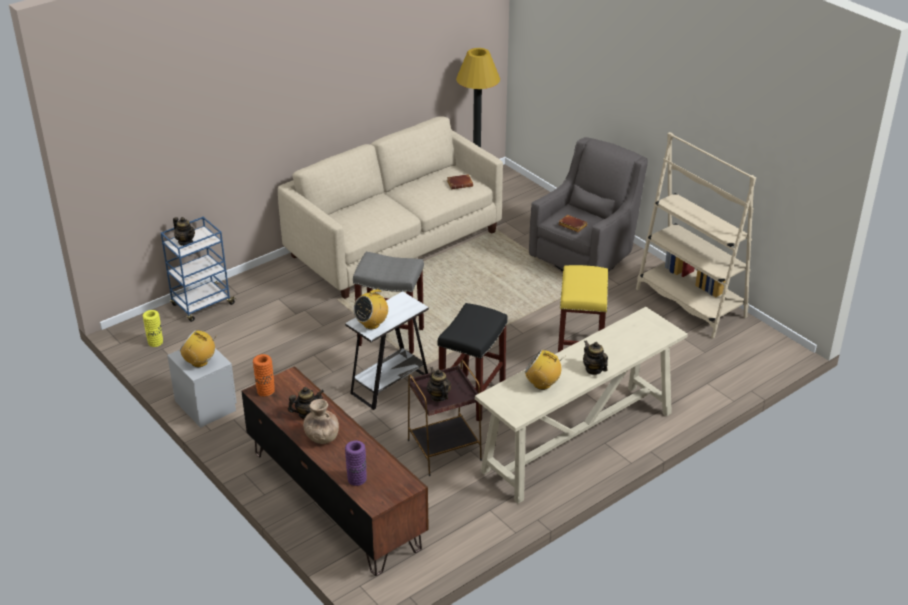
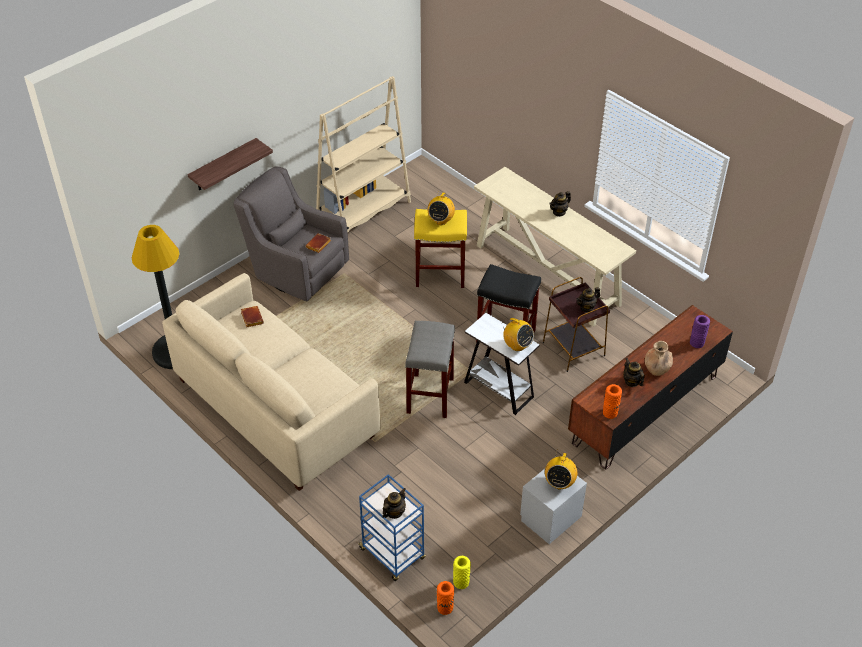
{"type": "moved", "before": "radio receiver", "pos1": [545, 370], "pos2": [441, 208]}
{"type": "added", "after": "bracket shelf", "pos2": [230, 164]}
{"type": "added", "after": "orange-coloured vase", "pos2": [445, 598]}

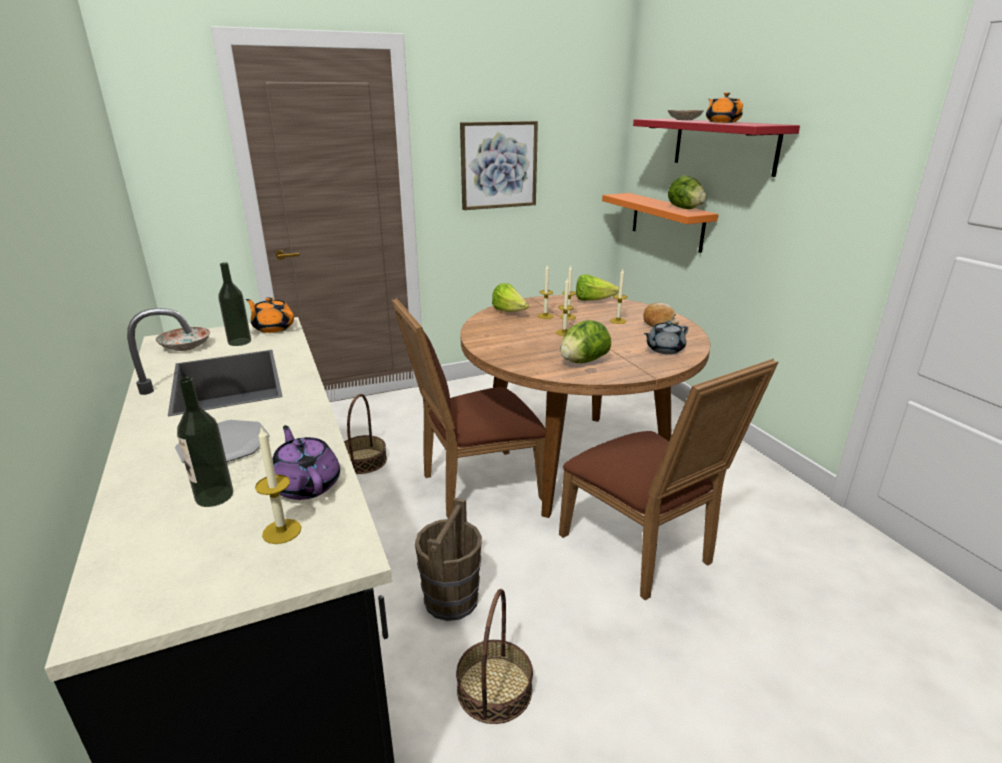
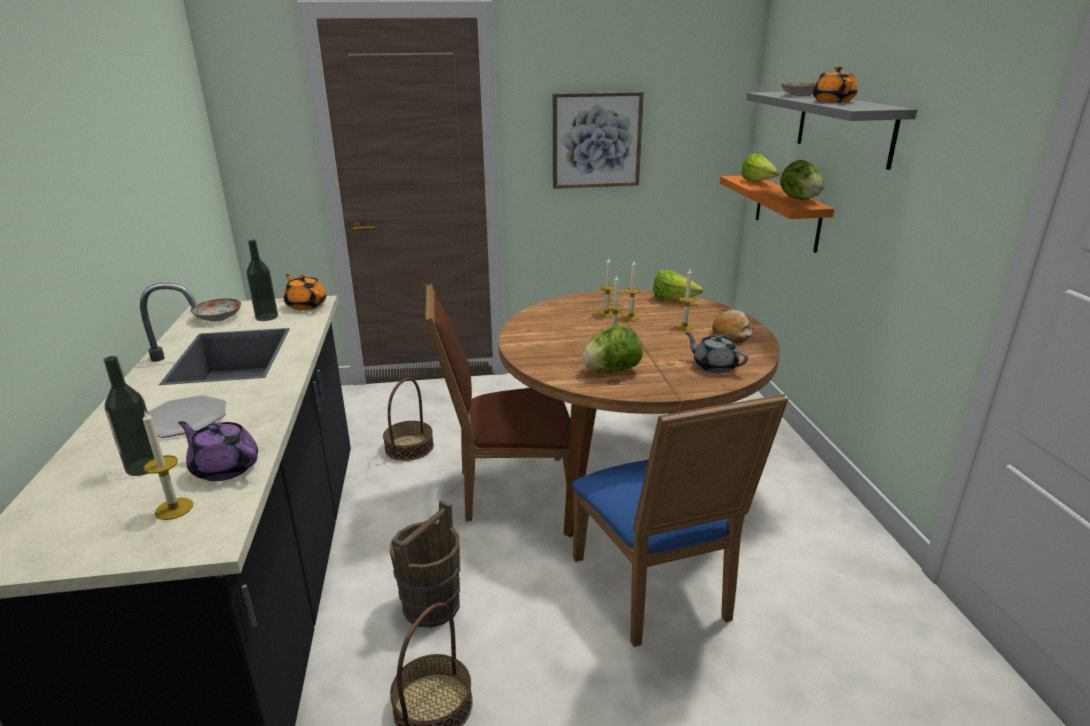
{"type": "turned", "before": "purplish pot for tea", "pos1": [306, 462], "pos2": [218, 451], "turn": -45}
{"type": "moved", "before": "lettuce head", "pos1": [510, 297], "pos2": [760, 167]}
{"type": "recoloured", "before": "brown-coloured upright chair", "after": "blue upright chair", "pos1": [668, 479], "pos2": [680, 520]}
{"type": "recoloured", "before": "reddish bracket shelf", "after": "greyish bracket shelf", "pos1": [716, 148], "pos2": [831, 131]}
{"type": "turned", "before": "greyish pot for tea", "pos1": [666, 337], "pos2": [716, 352], "turn": 60}

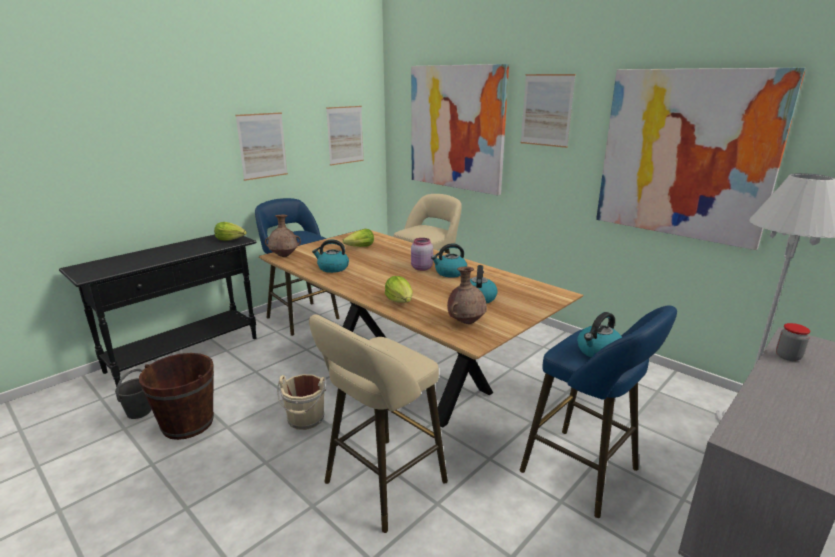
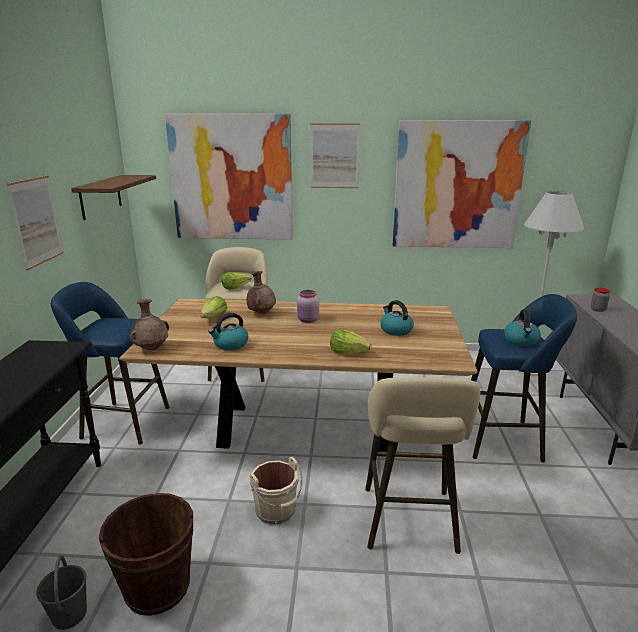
{"type": "moved", "before": "lettuce head", "pos1": [230, 231], "pos2": [237, 281]}
{"type": "replaced", "before": "wall picture", "after": "brown-coloured bracket shelf", "pos1": [345, 136], "pos2": [113, 197]}
{"type": "removed", "before": "water kettle", "pos1": [449, 261]}
{"type": "moved", "before": "brown-coloured vase", "pos1": [467, 295], "pos2": [261, 292]}

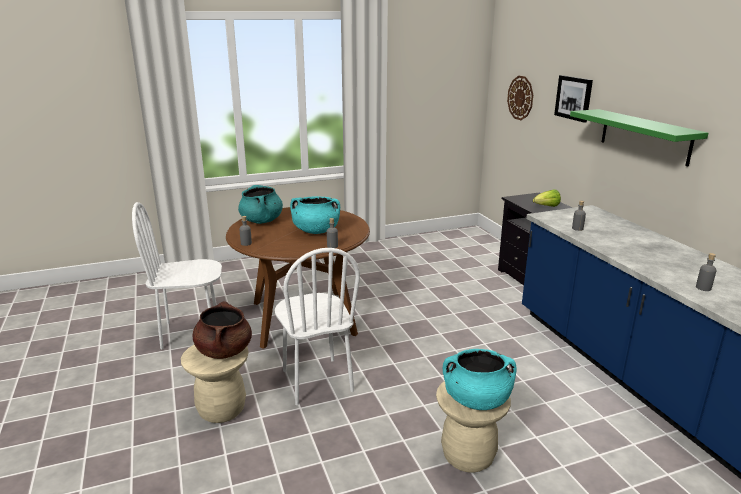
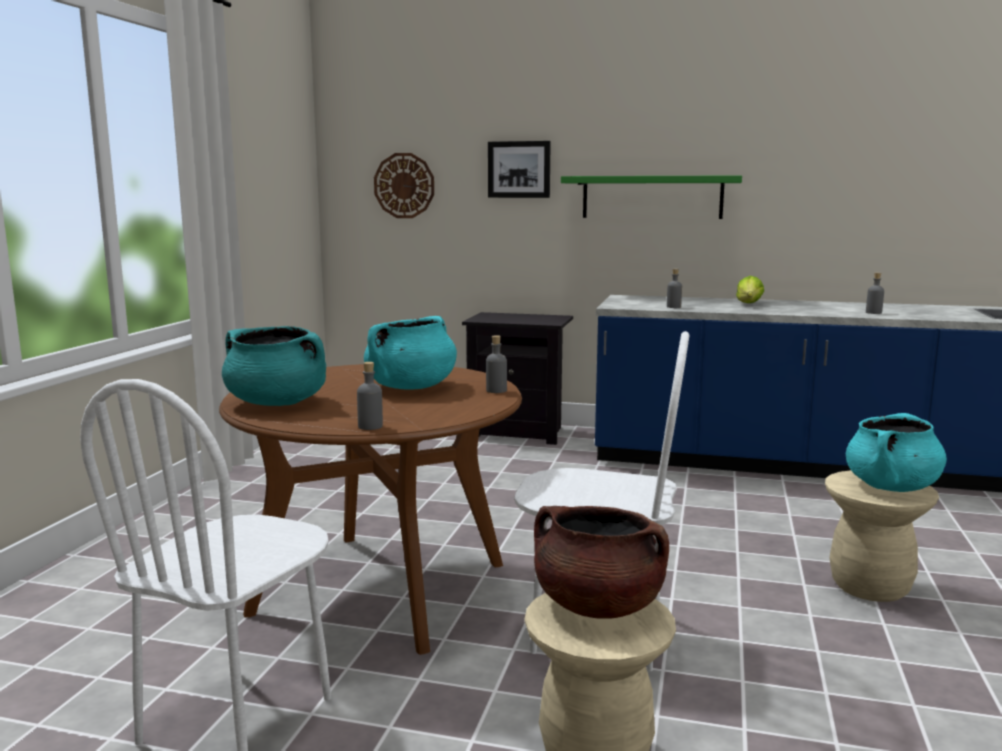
{"type": "moved", "before": "lettuce head", "pos1": [547, 198], "pos2": [750, 289]}

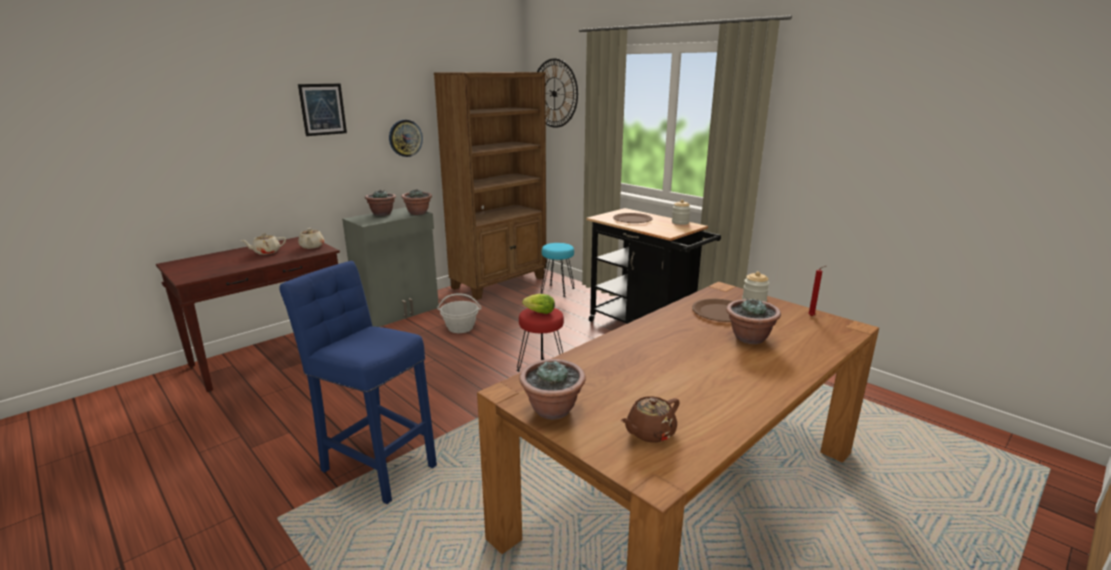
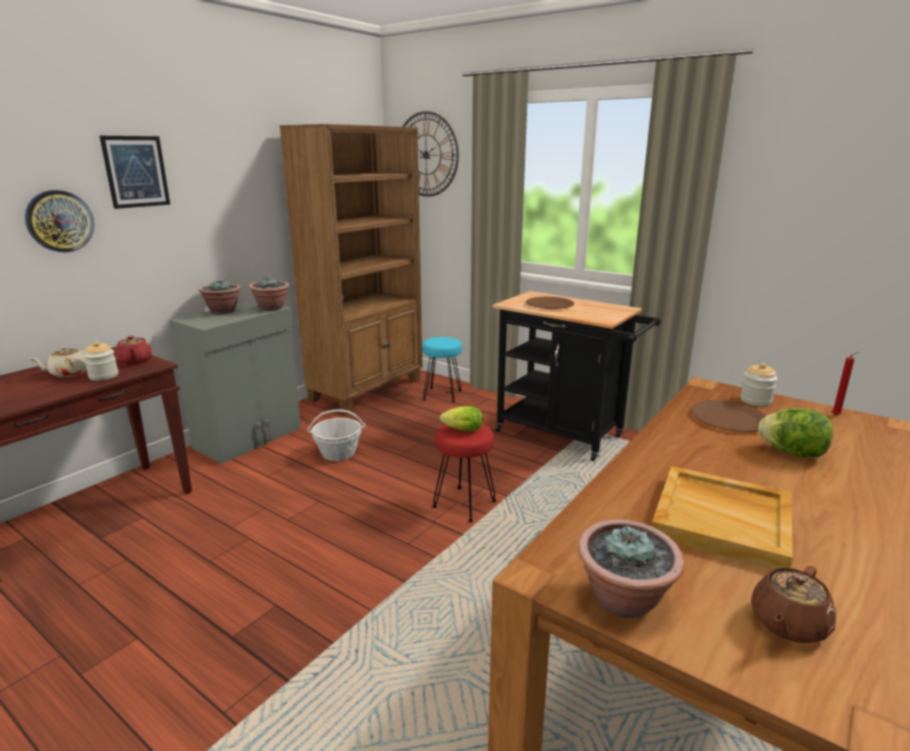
{"type": "removed", "before": "blue sitting stool", "pos1": [358, 382]}
{"type": "recoloured", "before": "beige-coloured pot for tea", "after": "reddish pot for tea", "pos1": [311, 238], "pos2": [134, 350]}
{"type": "moved", "before": "hanging clock", "pos1": [406, 138], "pos2": [59, 221]}
{"type": "moved", "before": "storage jar", "pos1": [681, 212], "pos2": [100, 361]}
{"type": "replaced", "before": "plant in a pot", "after": "lettuce head", "pos1": [753, 321], "pos2": [795, 432]}
{"type": "added", "after": "beige-coloured carrying tray", "pos2": [722, 518]}

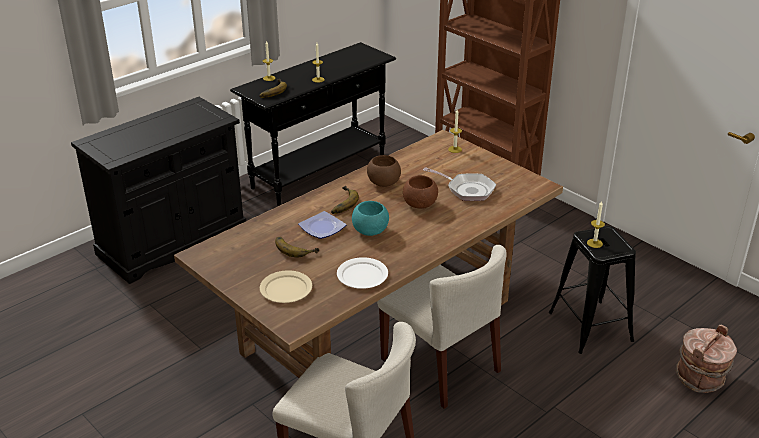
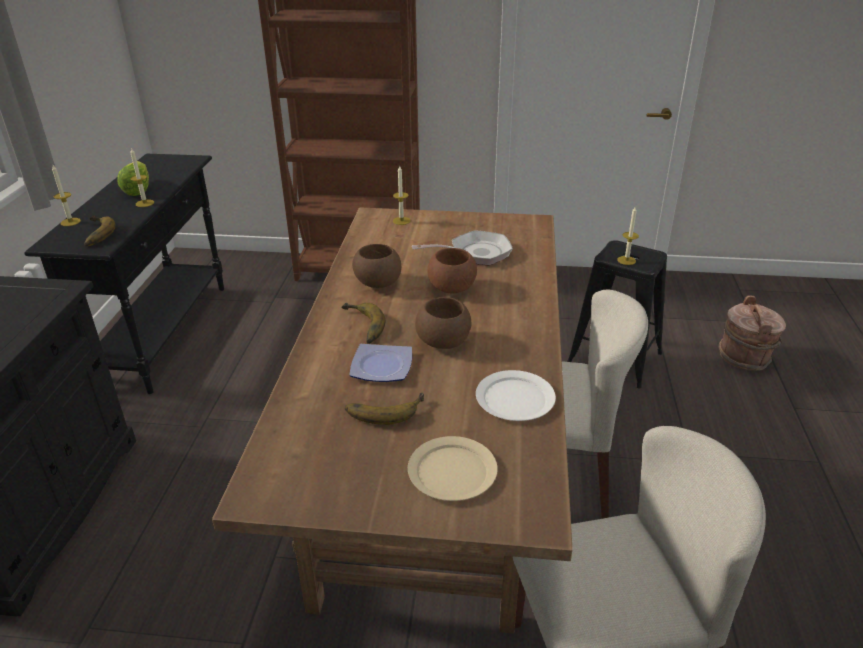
{"type": "recoloured", "before": "blue-green deep dish", "after": "brown-coloured deep dish", "pos1": [370, 218], "pos2": [443, 323]}
{"type": "added", "after": "lettuce head", "pos2": [133, 178]}

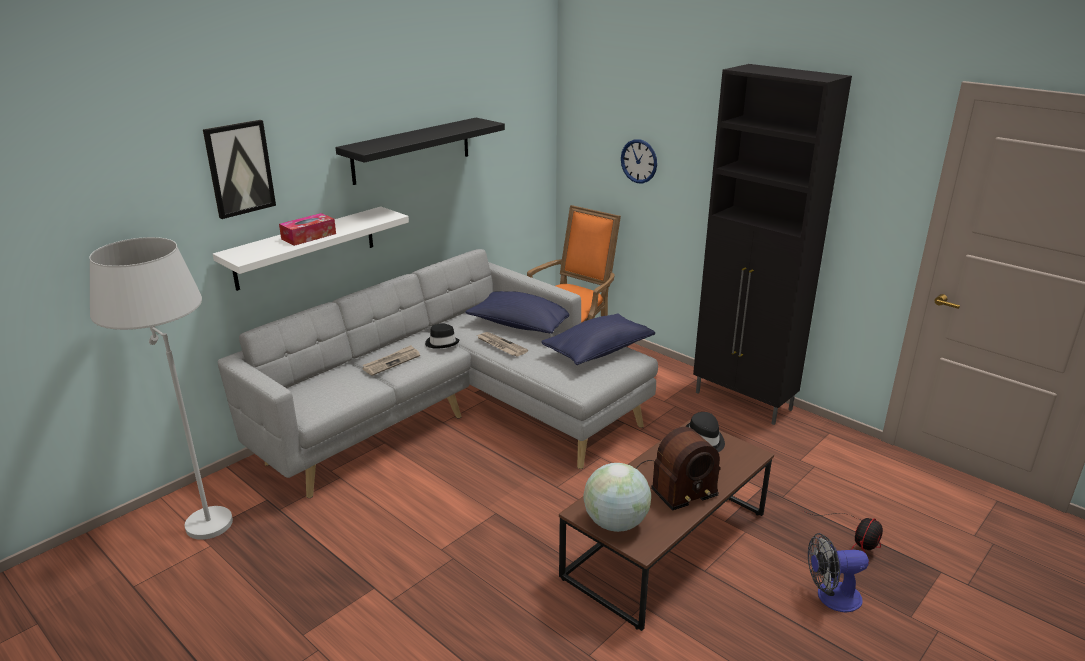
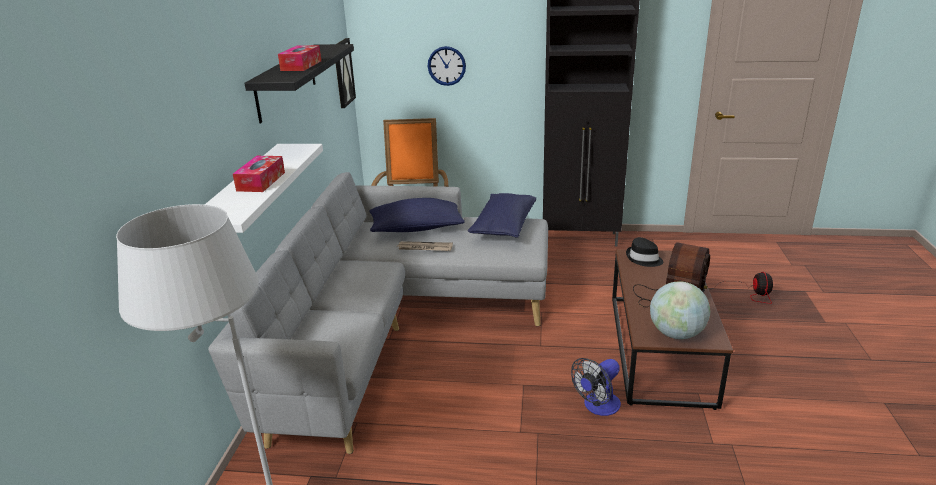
{"type": "moved", "before": "wall picture", "pos1": [239, 169], "pos2": [346, 73]}
{"type": "removed", "before": "printed paper", "pos1": [391, 360]}
{"type": "removed", "before": "black-coloured wearable hat", "pos1": [442, 336]}
{"type": "moved", "before": "electric fan", "pos1": [838, 573], "pos2": [596, 387]}
{"type": "added", "after": "tissue holder", "pos2": [299, 58]}

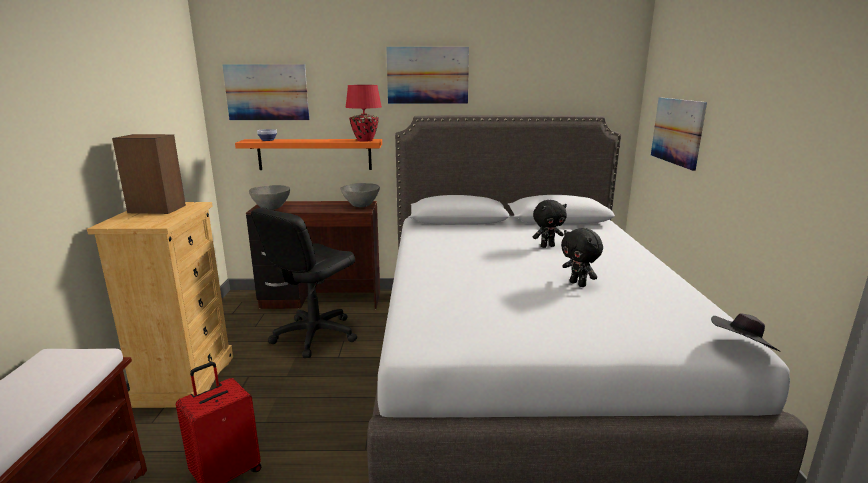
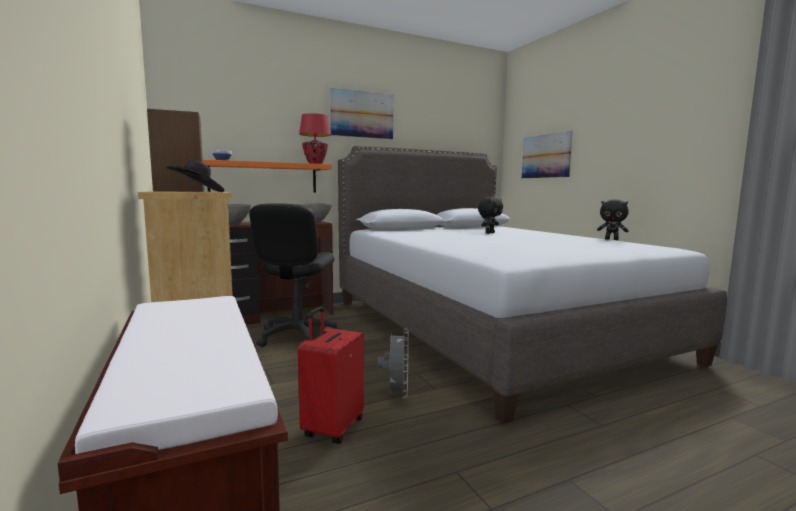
{"type": "removed", "before": "wall picture", "pos1": [265, 92]}
{"type": "moved", "before": "black-coloured soft toy", "pos1": [582, 257], "pos2": [613, 219]}
{"type": "moved", "before": "black-coloured wearable hat", "pos1": [746, 332], "pos2": [195, 176]}
{"type": "added", "after": "greyish electric fan", "pos2": [393, 363]}

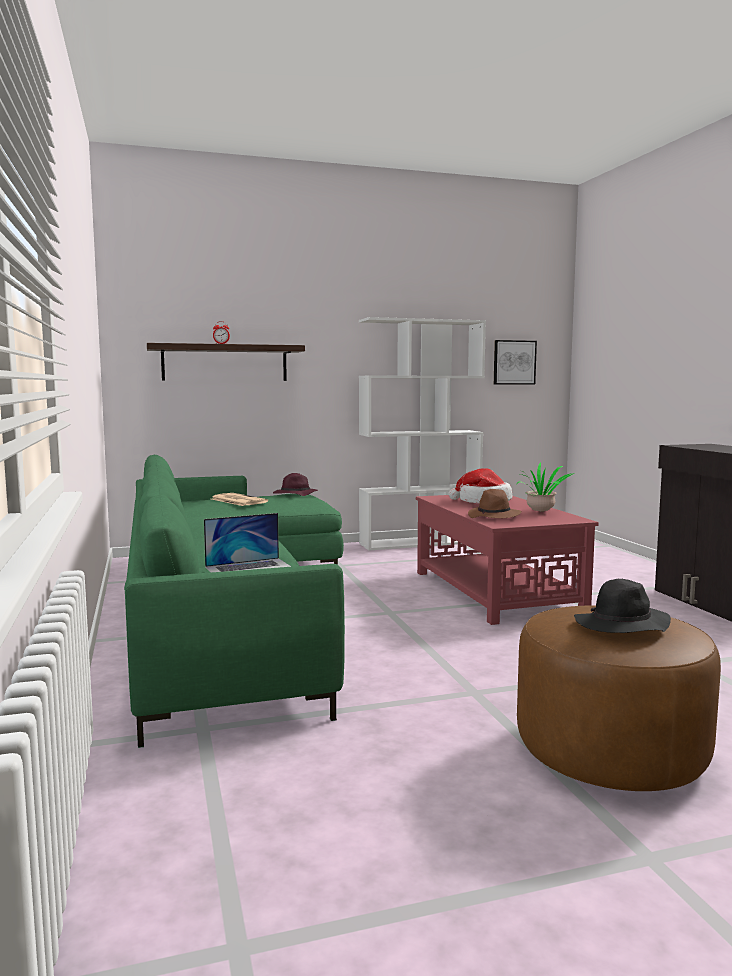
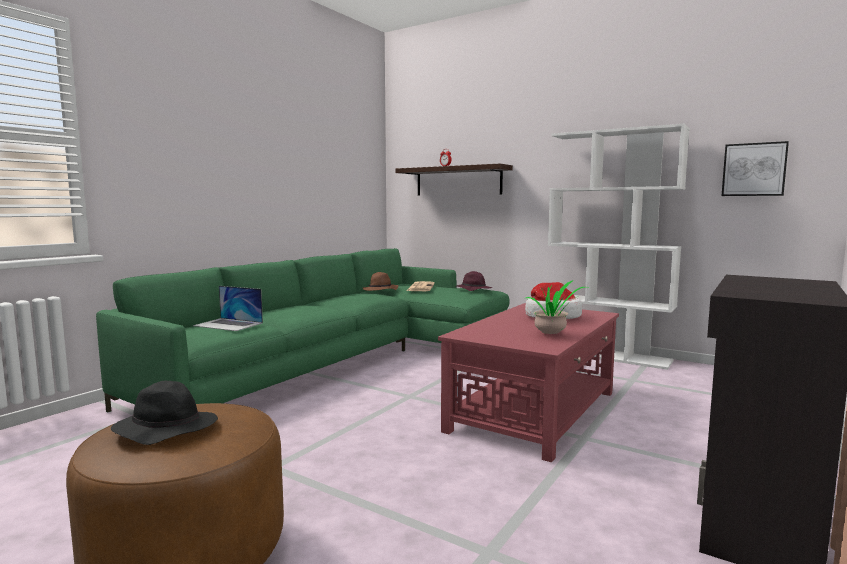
{"type": "moved", "before": "brown-coloured wearable hat", "pos1": [495, 503], "pos2": [380, 281]}

